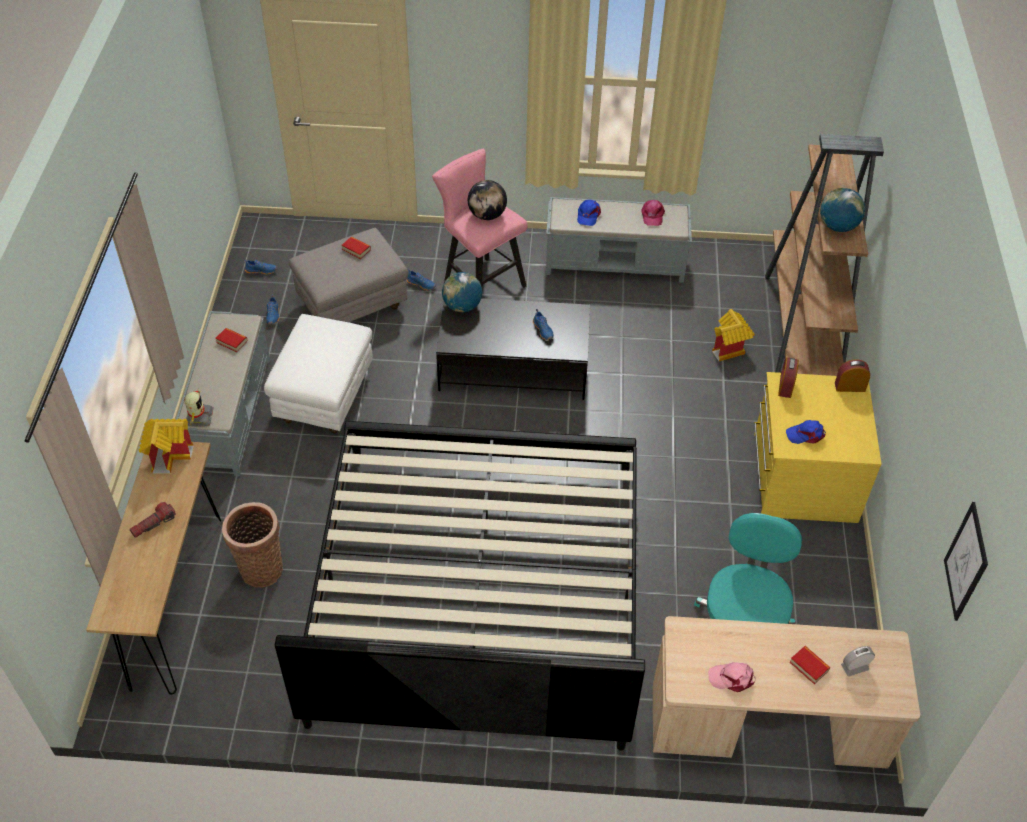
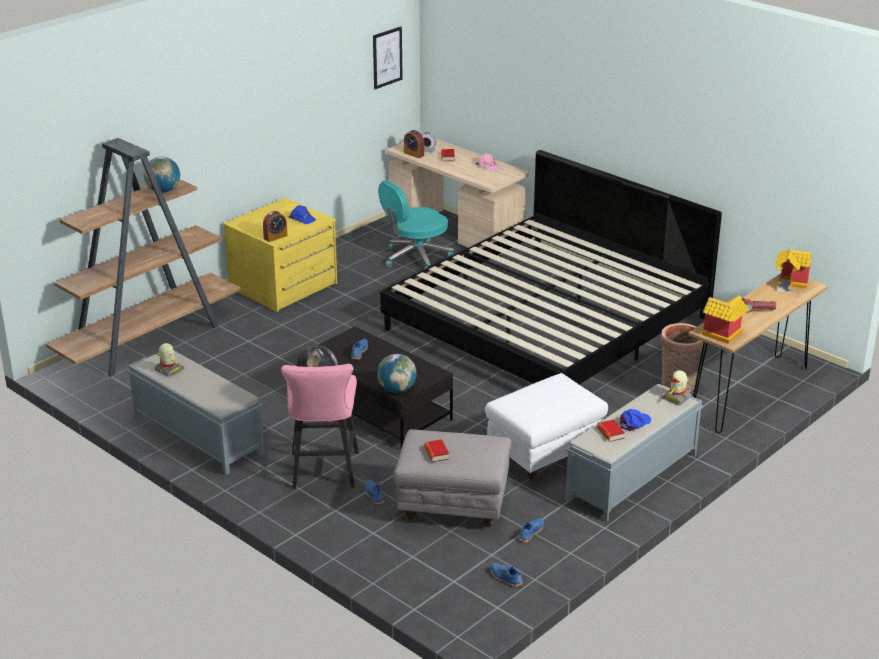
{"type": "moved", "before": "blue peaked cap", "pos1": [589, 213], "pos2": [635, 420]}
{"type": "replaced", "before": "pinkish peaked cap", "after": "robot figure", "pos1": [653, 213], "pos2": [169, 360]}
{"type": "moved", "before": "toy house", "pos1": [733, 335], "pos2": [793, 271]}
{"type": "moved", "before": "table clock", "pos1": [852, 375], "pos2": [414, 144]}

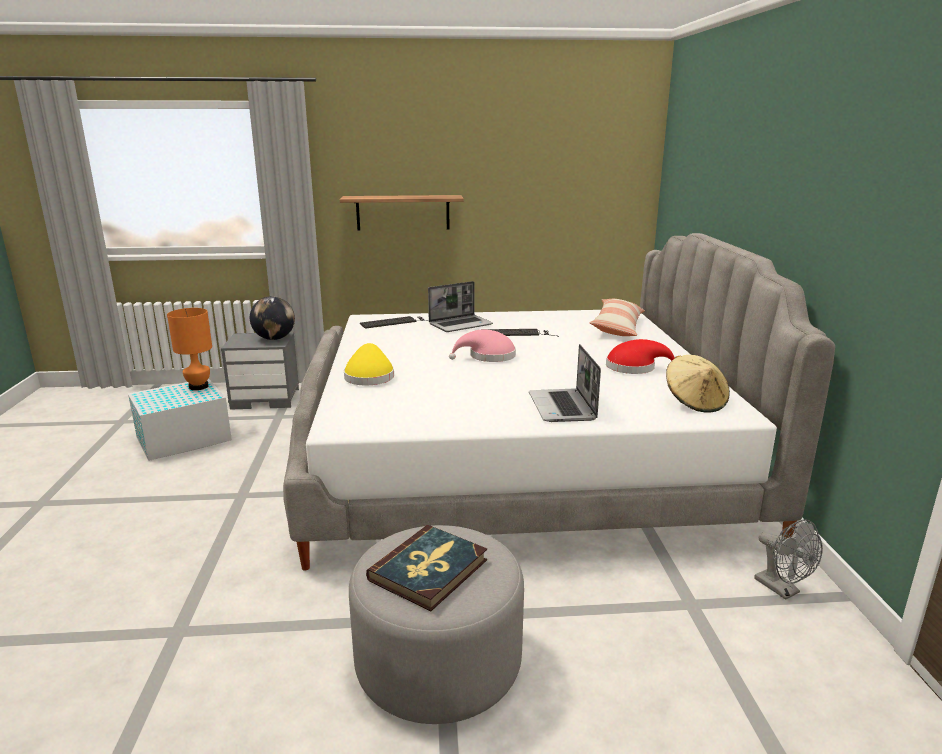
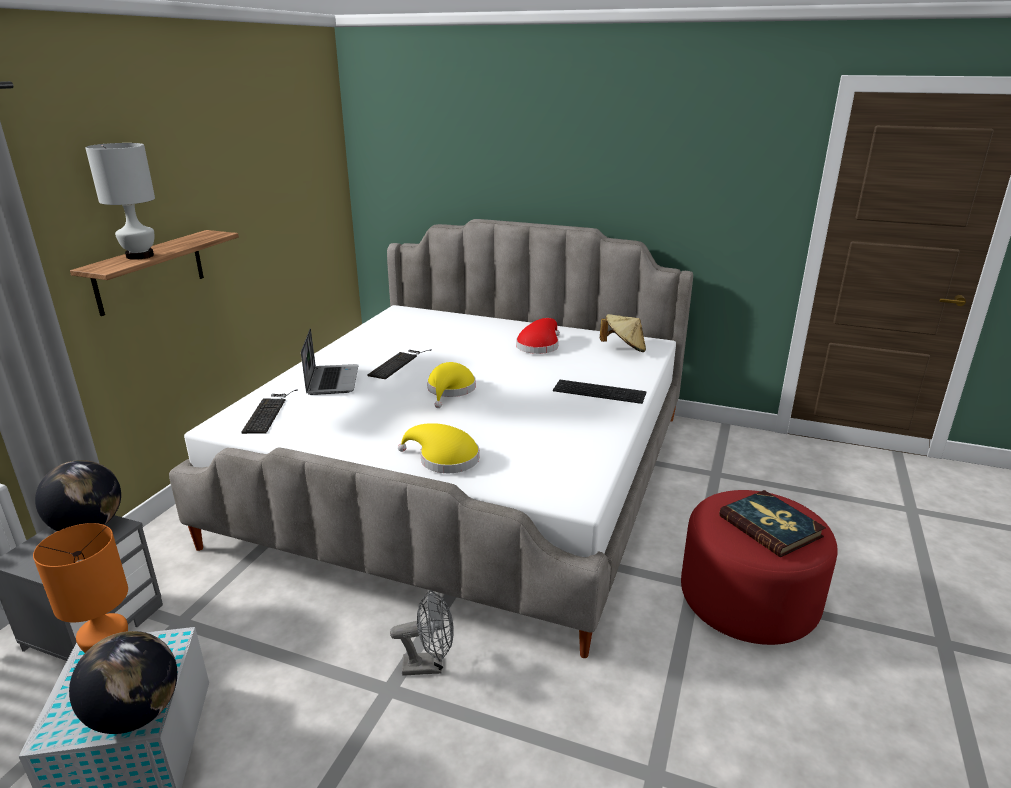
{"type": "recoloured", "before": "greyish ottoman", "after": "reddish ottoman", "pos1": [436, 624], "pos2": [759, 567]}
{"type": "recoloured", "before": "pinkish wearable hat", "after": "yellow wearable hat", "pos1": [482, 345], "pos2": [451, 385]}
{"type": "replaced", "before": "notebook computer", "after": "PC keyboard", "pos1": [565, 383], "pos2": [600, 392]}
{"type": "removed", "before": "throw pillow", "pos1": [617, 317]}
{"type": "moved", "before": "greyish electric fan", "pos1": [788, 560], "pos2": [422, 633]}
{"type": "added", "after": "globe", "pos2": [123, 682]}
{"type": "added", "after": "white-coloured tabletop lamp", "pos2": [120, 201]}

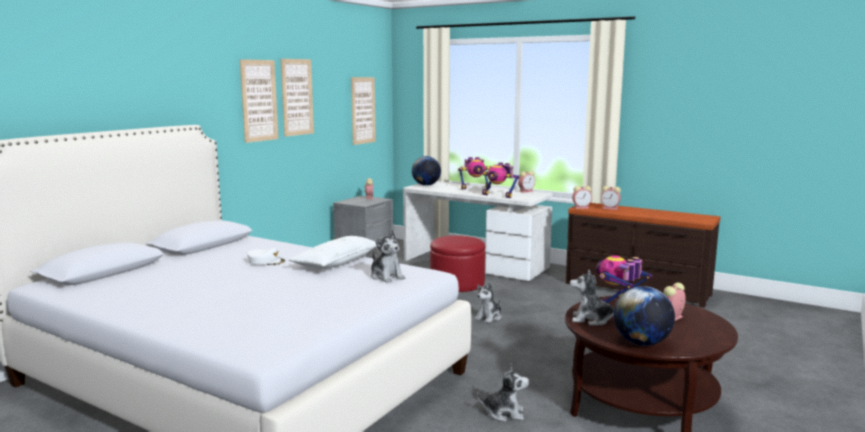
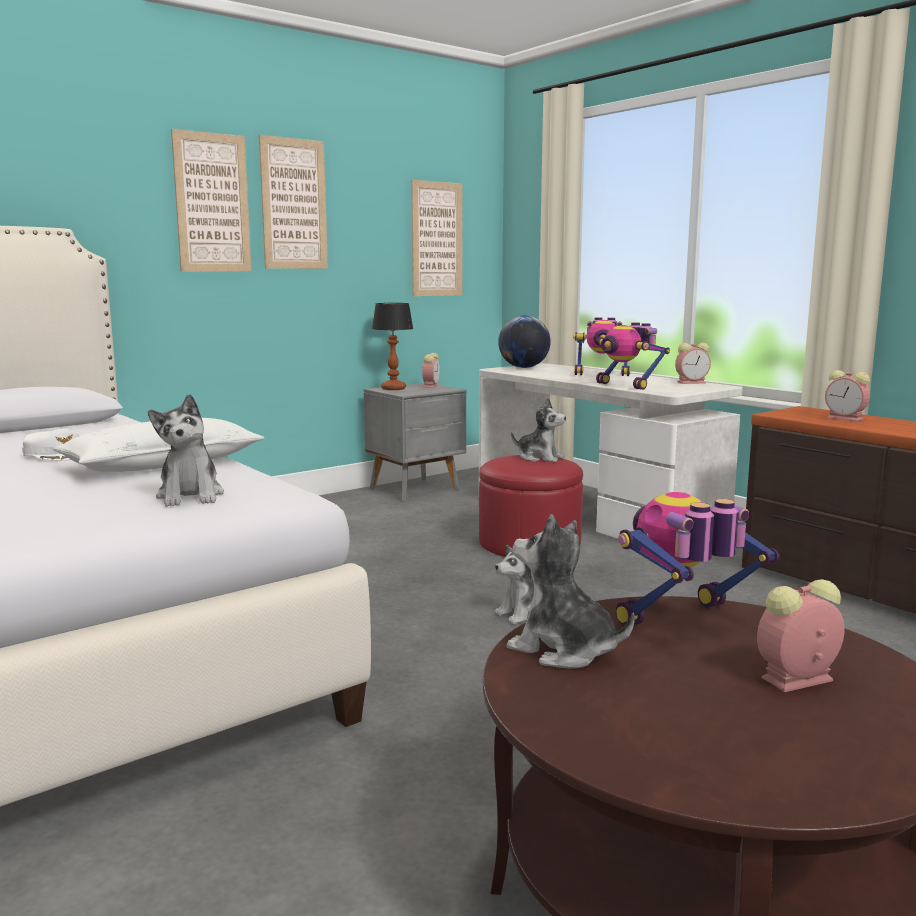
{"type": "moved", "before": "soft toy", "pos1": [503, 393], "pos2": [538, 429]}
{"type": "removed", "before": "table clock", "pos1": [582, 197]}
{"type": "removed", "before": "globe", "pos1": [644, 316]}
{"type": "added", "after": "tabletop lamp", "pos2": [392, 346]}

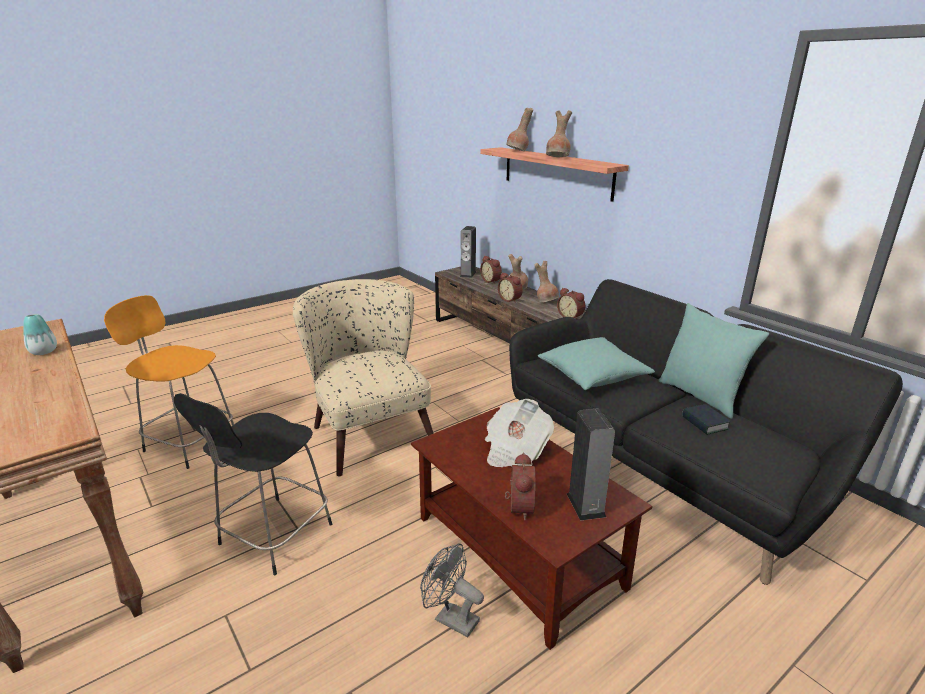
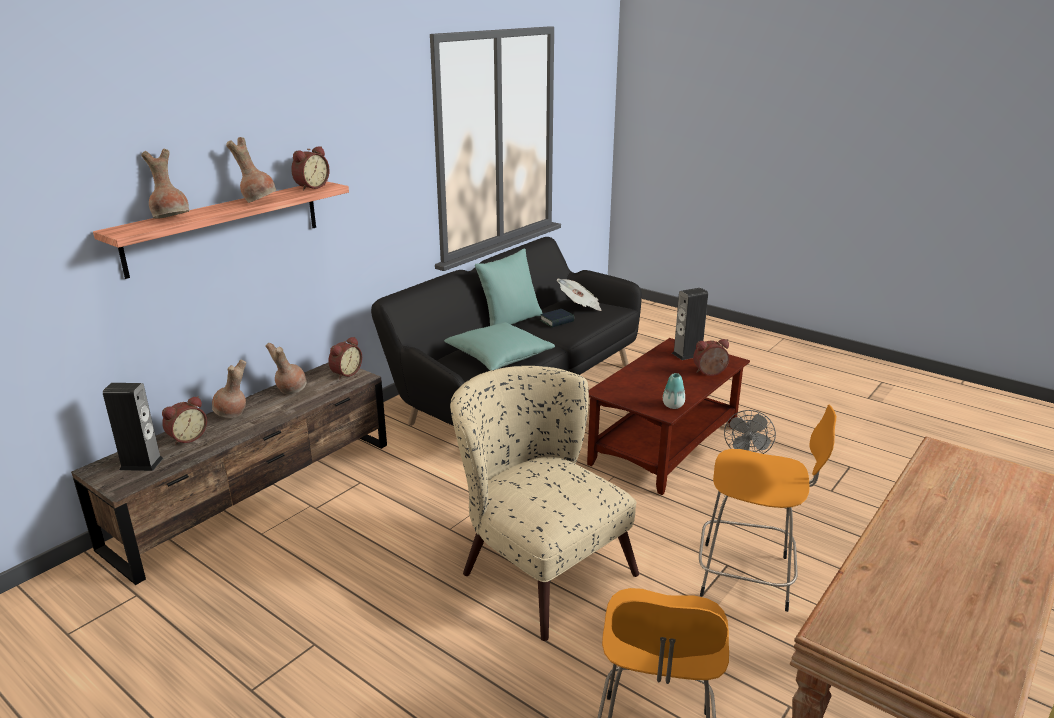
{"type": "moved", "before": "vase", "pos1": [40, 334], "pos2": [674, 391]}
{"type": "recoloured", "before": "black-coloured sitting stool", "after": "orange-coloured sitting stool", "pos1": [253, 484], "pos2": [767, 508]}
{"type": "turned", "before": "beige-coloured easy chair", "pos1": [363, 378], "pos2": [544, 503], "turn": 90}
{"type": "moved", "before": "printed paper", "pos1": [519, 433], "pos2": [579, 295]}
{"type": "moved", "before": "table clock", "pos1": [510, 287], "pos2": [310, 168]}

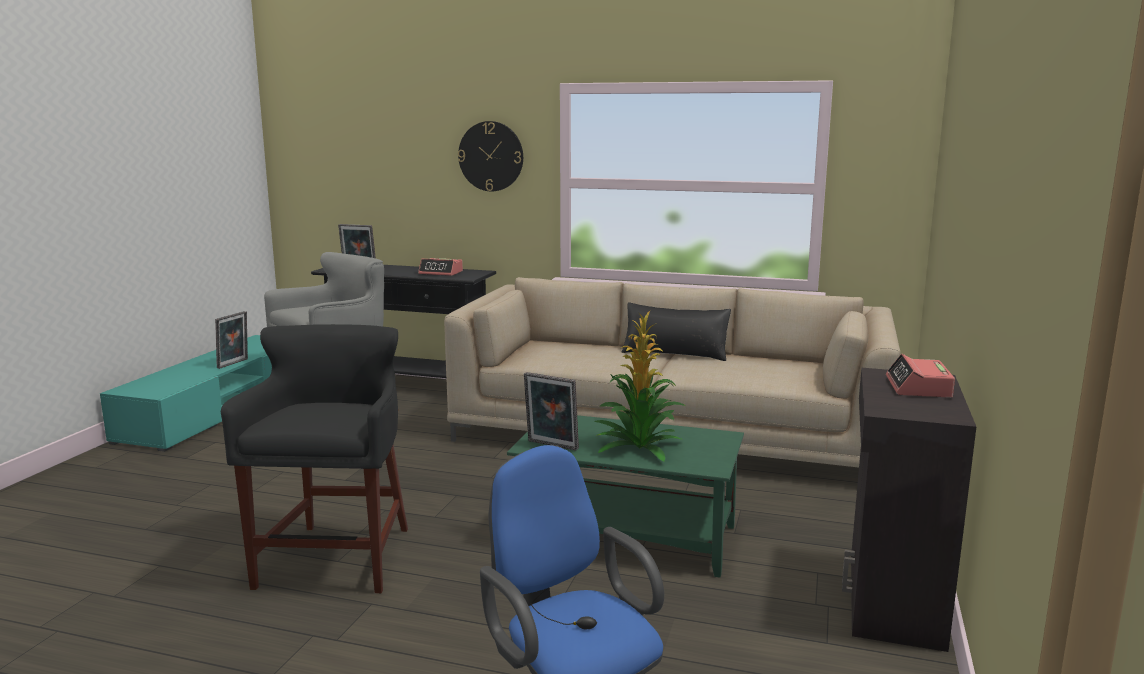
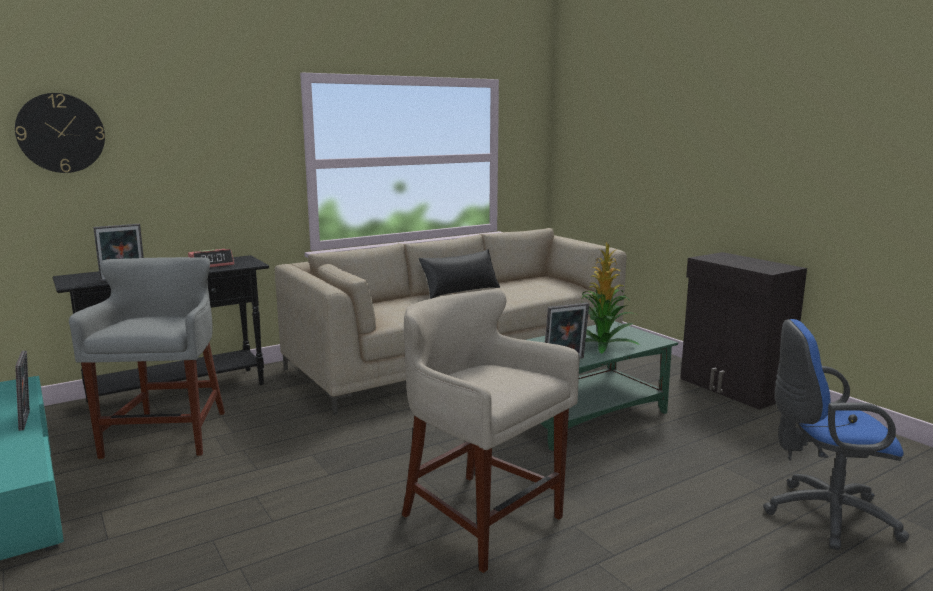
{"type": "recoloured", "before": "black-coloured sitting stool", "after": "beige-coloured sitting stool", "pos1": [314, 459], "pos2": [491, 431]}
{"type": "moved", "before": "hanging clock", "pos1": [490, 156], "pos2": [60, 133]}
{"type": "removed", "before": "table clock", "pos1": [920, 376]}

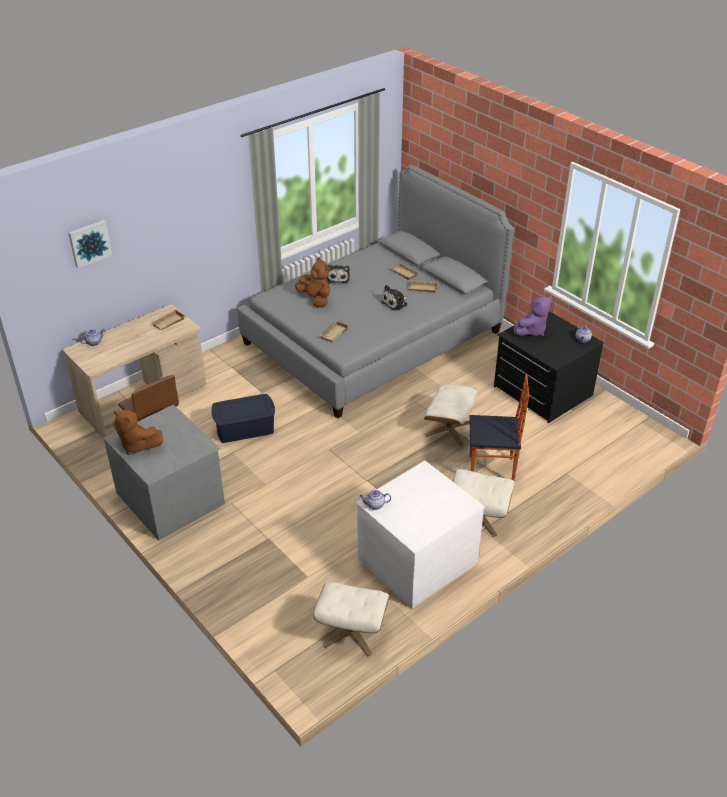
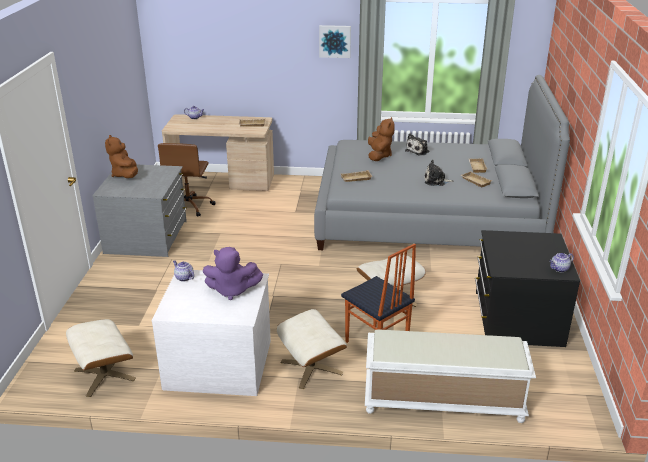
{"type": "moved", "before": "wall picture", "pos1": [90, 244], "pos2": [335, 41]}
{"type": "removed", "before": "blue storage container", "pos1": [243, 418]}
{"type": "moved", "before": "purplish soft toy", "pos1": [533, 316], "pos2": [232, 273]}
{"type": "added", "after": "white-coloured long seat", "pos2": [450, 376]}

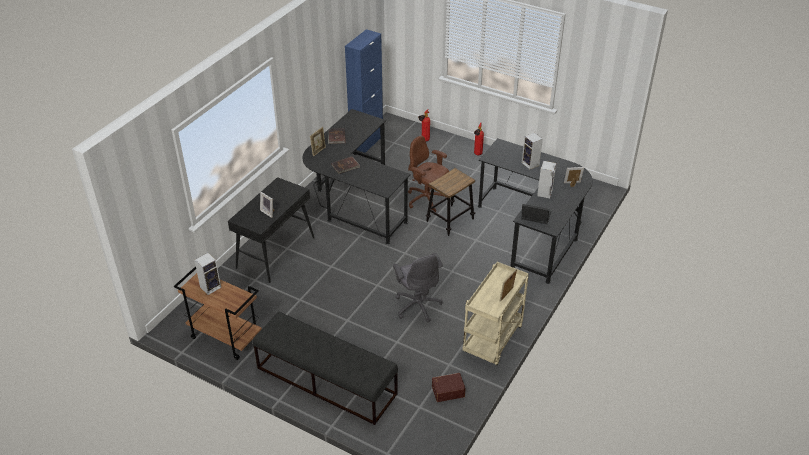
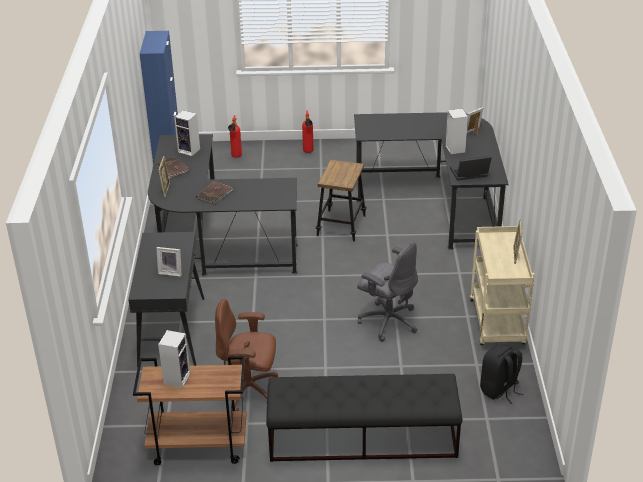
{"type": "moved", "before": "brown-coloured office chair", "pos1": [428, 174], "pos2": [246, 355]}
{"type": "replaced", "before": "brown-coloured storage container", "after": "black-coloured rucksack", "pos1": [449, 387], "pos2": [501, 374]}
{"type": "moved", "before": "audio speaker", "pos1": [532, 150], "pos2": [187, 133]}

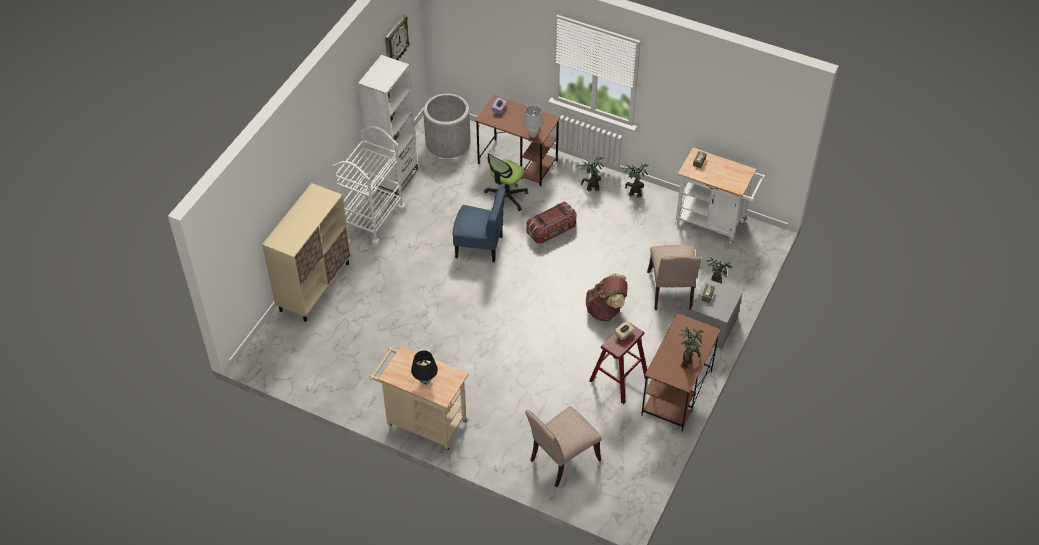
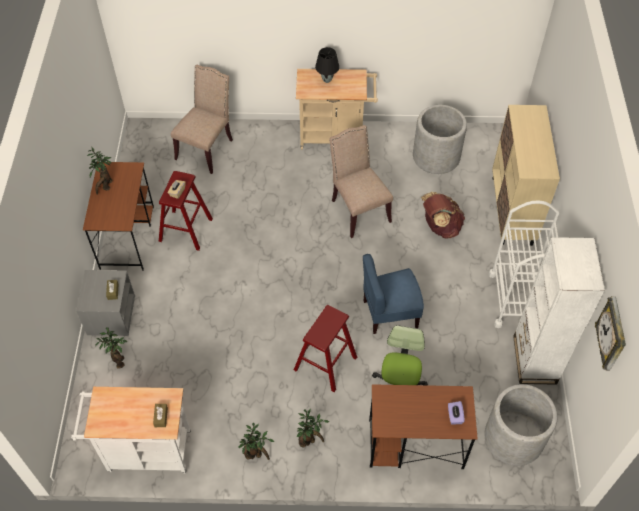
{"type": "removed", "before": "white-coloured tabletop lamp", "pos1": [533, 121]}
{"type": "replaced", "before": "storage container", "after": "reddish sitting stool", "pos1": [551, 223], "pos2": [325, 348]}
{"type": "moved", "before": "brown-coloured rucksack", "pos1": [607, 297], "pos2": [443, 215]}
{"type": "moved", "before": "beige-coloured upright chair", "pos1": [674, 277], "pos2": [361, 181]}
{"type": "added", "after": "greyish planter", "pos2": [440, 139]}

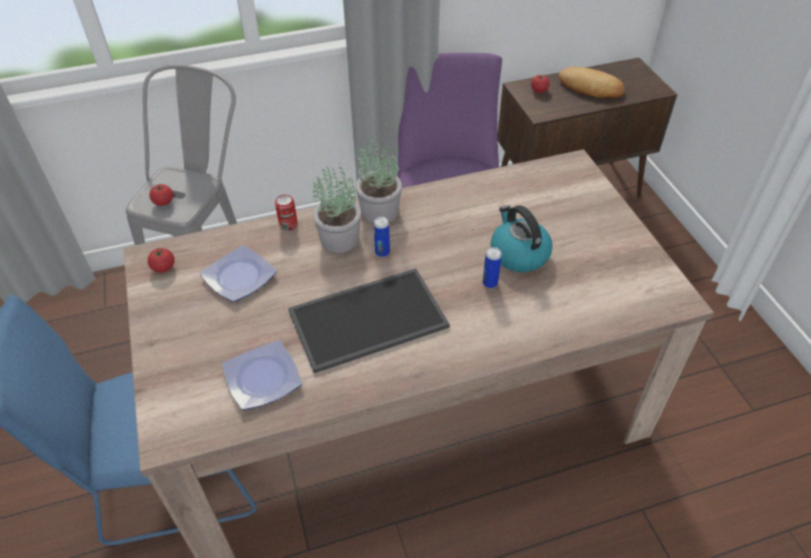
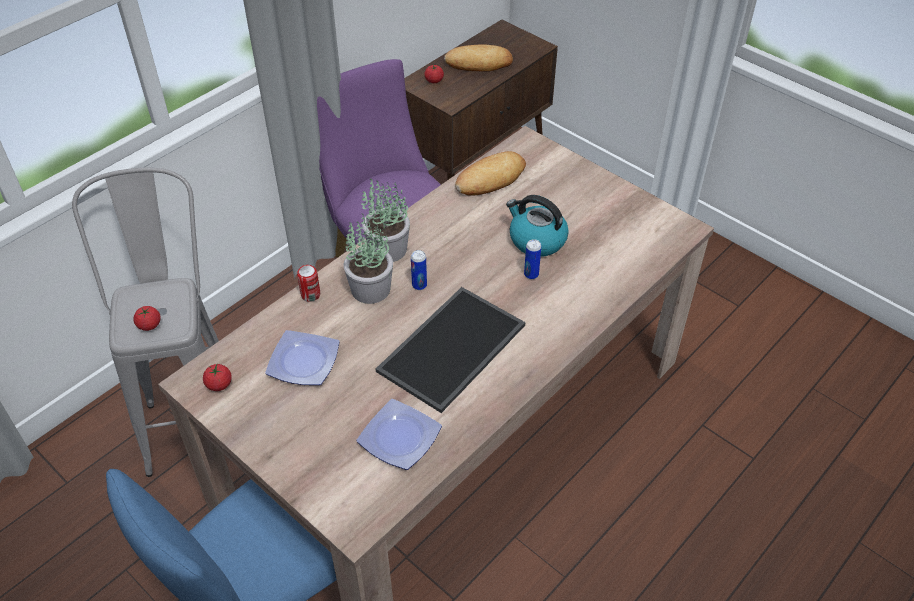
{"type": "added", "after": "bread", "pos2": [490, 173]}

